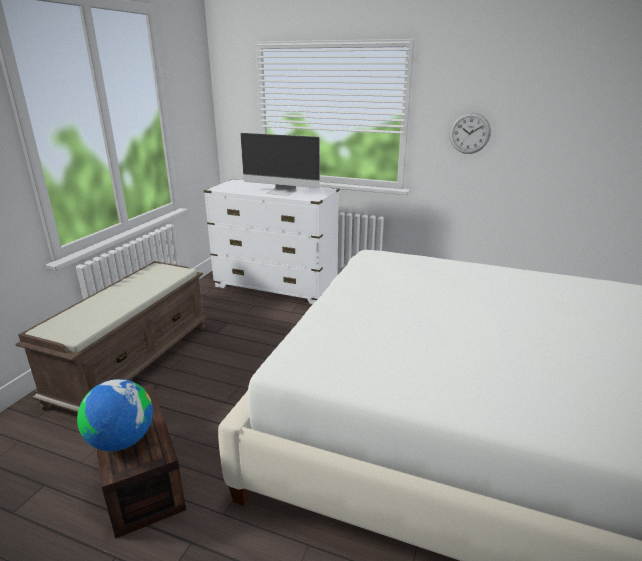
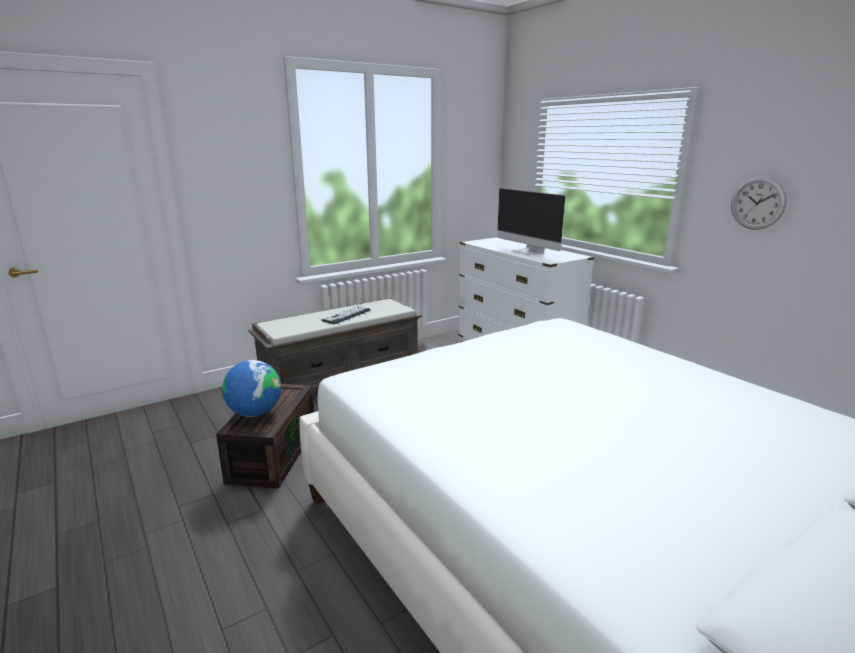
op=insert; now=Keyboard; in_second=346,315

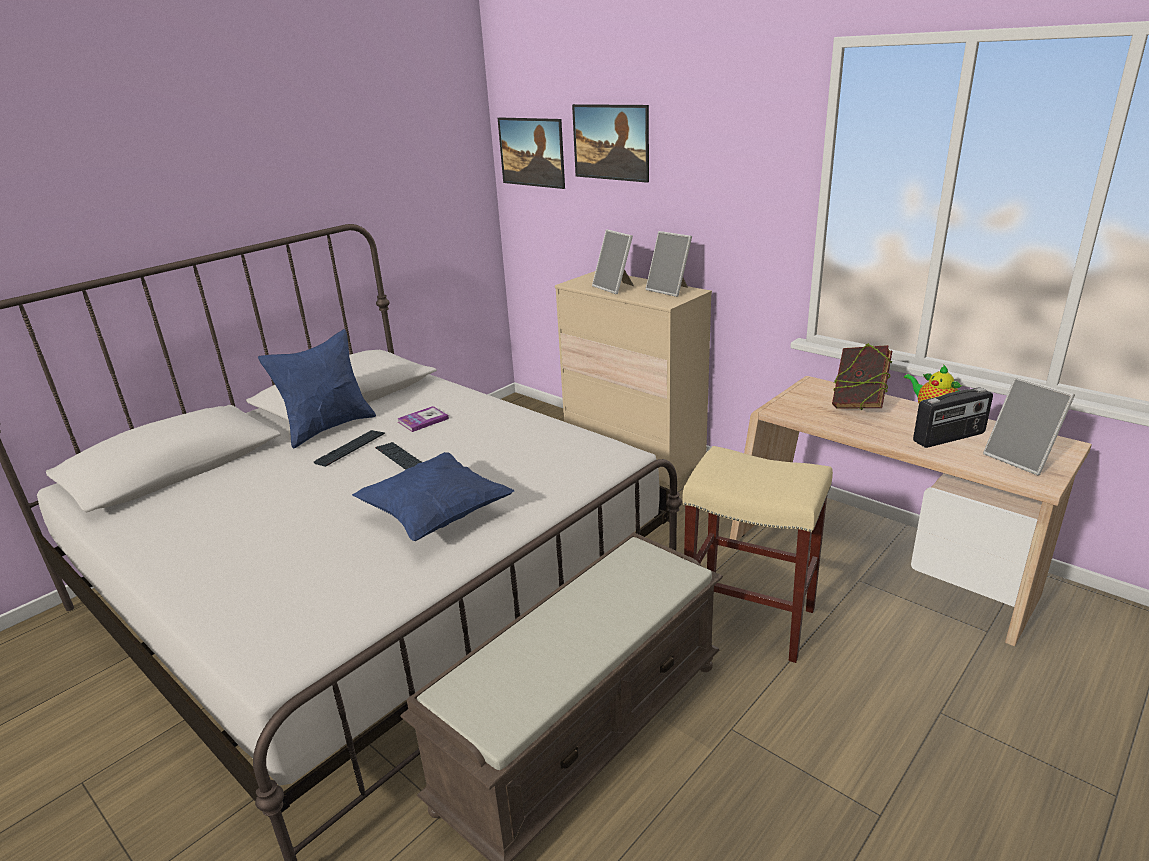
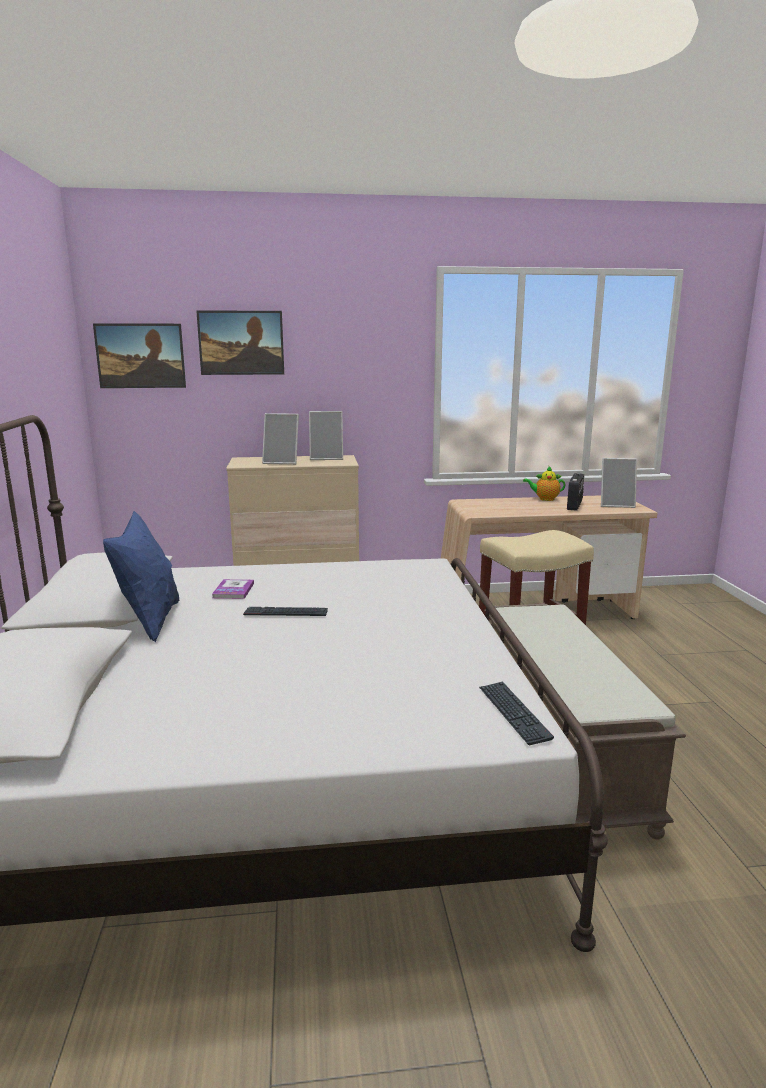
op=delete; was=BlueThrowPillow; in_first=433,496
op=delete; was=Volume; in_first=862,377
op=move; was=Keyboard; in_first=349,448; in_second=516,713

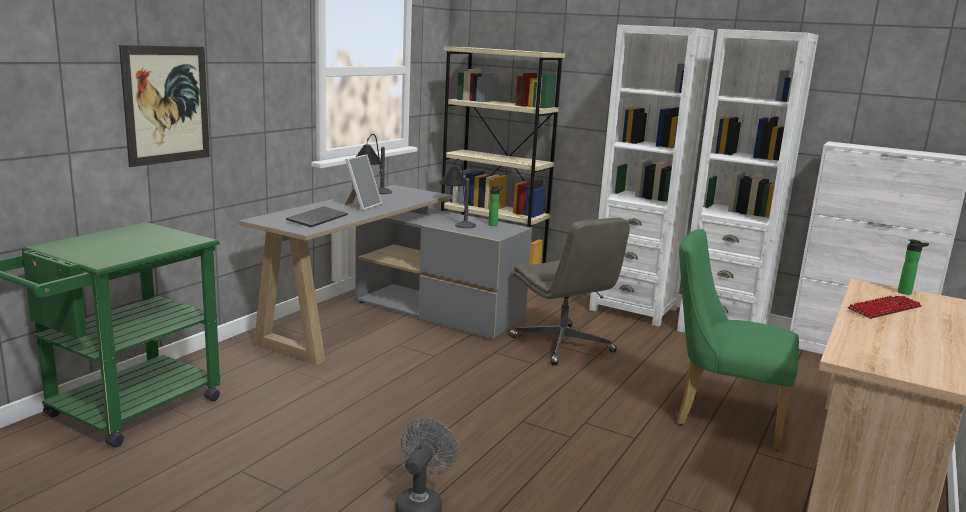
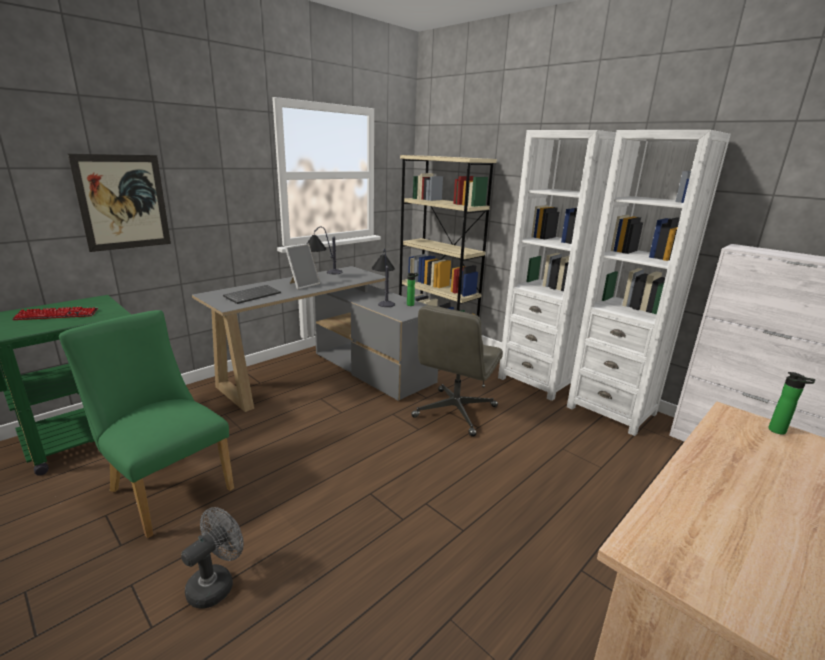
op=move; was=GreenColouredChair; in_first=738,339; in_second=146,424
op=move; was=Keyboard; in_first=885,307; in_second=55,313
op=rotate; was=GreyDeskChair; in_first=569,291; in_second=457,371; clockwise=45

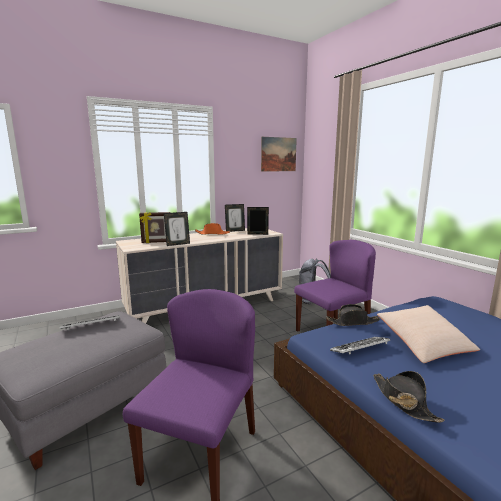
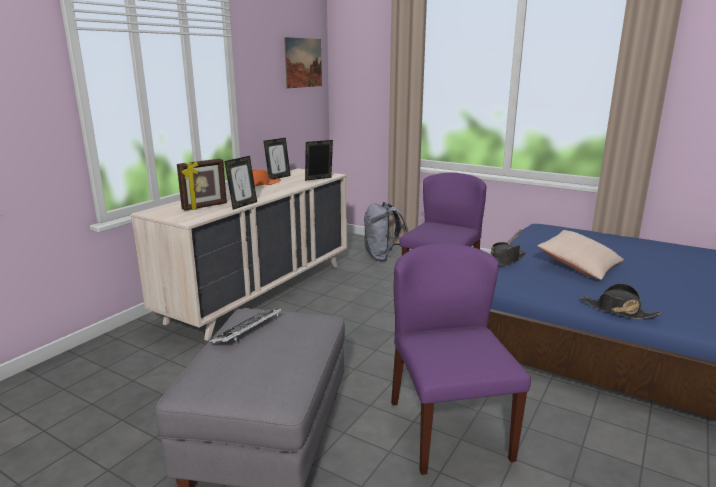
op=delete; was=Keyboard; in_first=360,345

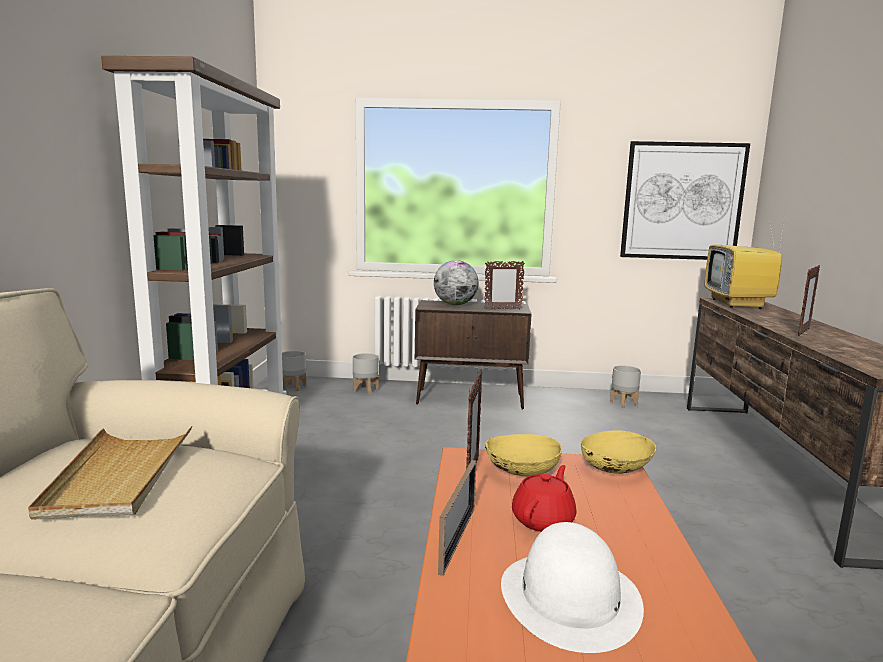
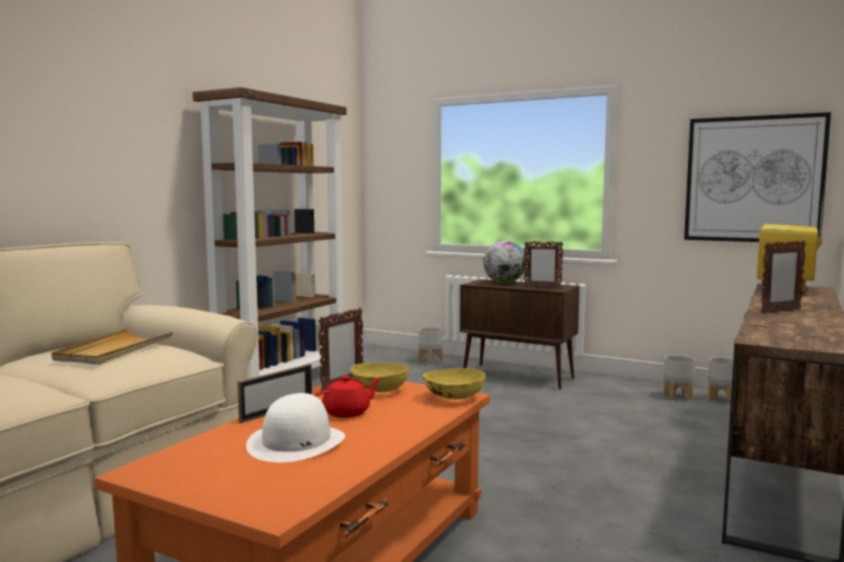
op=move; was=GreyPlantPot; in_first=294,371; in_second=720,380

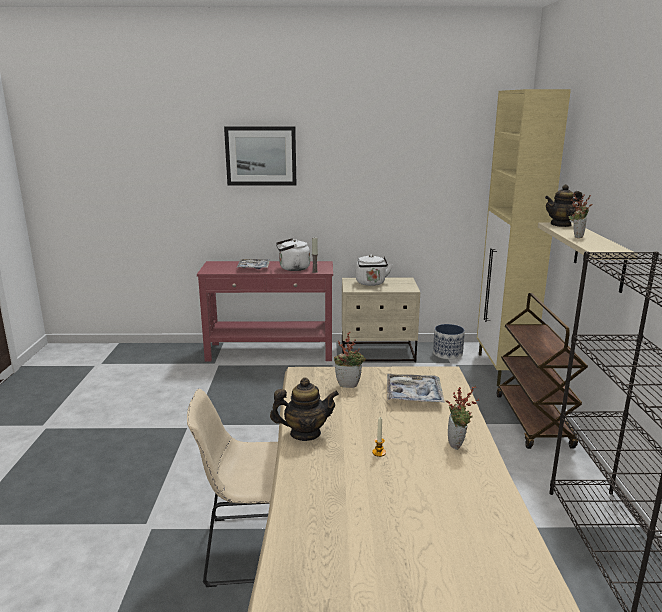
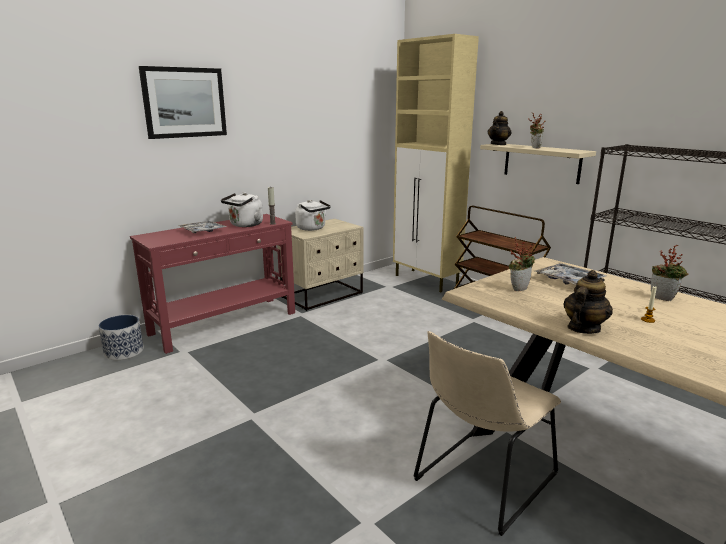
op=move; was=PlantPot; in_first=449,341; in_second=121,337

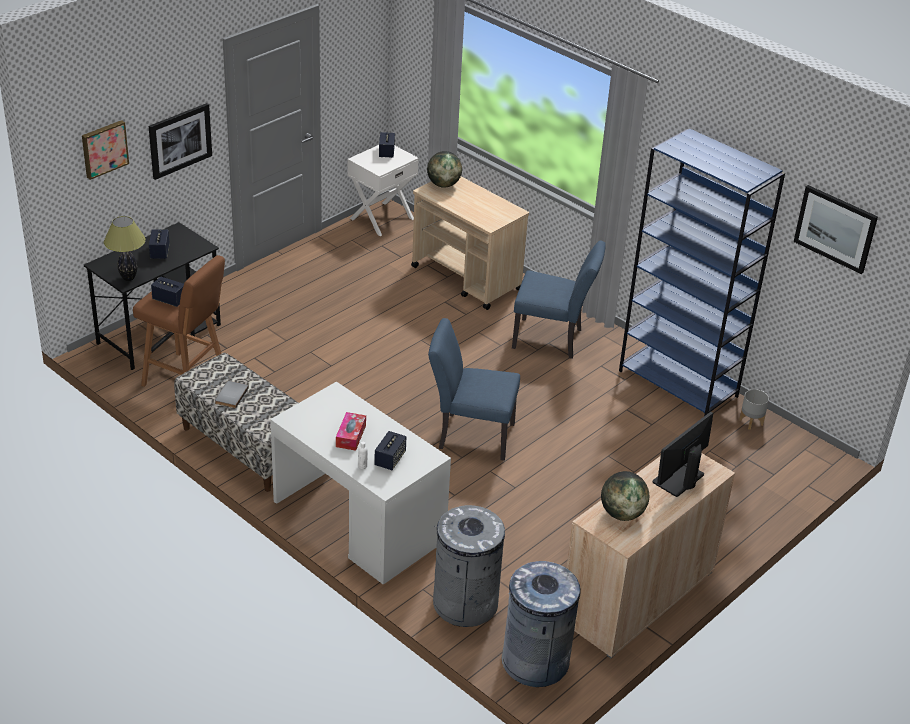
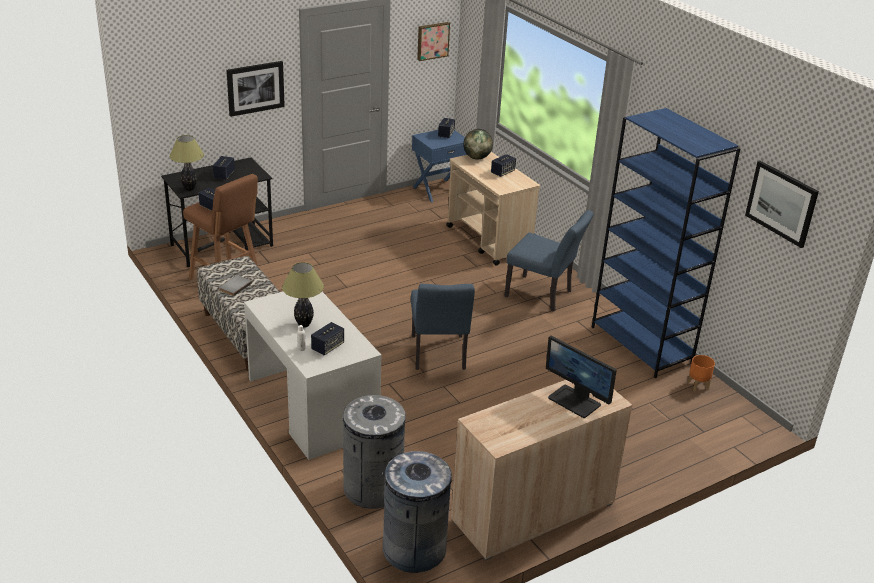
op=delete; was=DeskGlobe; in_first=625,496
op=insert; now=Loudspeaker; in_second=503,165
op=move; was=Picture; in_first=105,150; in_second=433,41
op=replace; was=TissueBox; now=LampForATable; in_first=351,431; in_second=303,295
op=recolor; was=WhiteColouredNightstand; now=BlueNightstand; in_first=383,190; in_second=439,166
op=recolor; was=GreyPlantPot; now=OrangeyPlantPot; in_first=754,409; in_second=701,373
op=rotate; was=BlueChair; in_first=474,389; in_second=443,327; clockwise=-120
op=rotate; was=Monitor; in_first=683,454; in_second=581,377; clockwise=-105

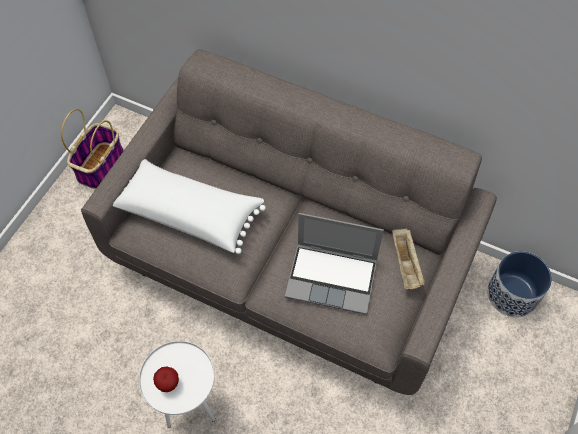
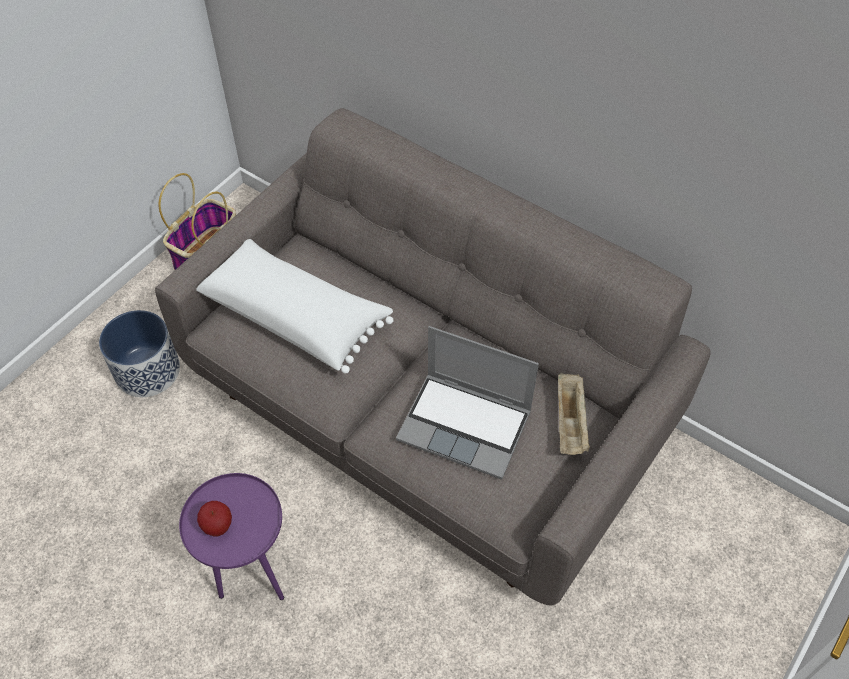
op=move; was=PlantPot; in_first=519,284; in_second=139,353
op=recolor; was=WhiteColouredAccentTable; now=PurplishAccentTable; in_first=177,384; in_second=231,536

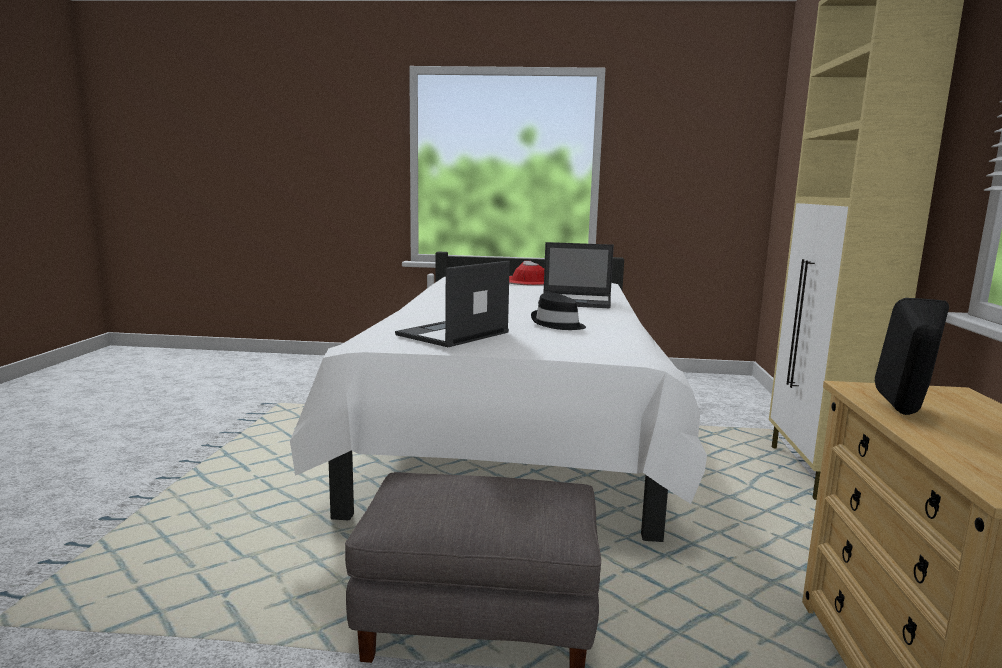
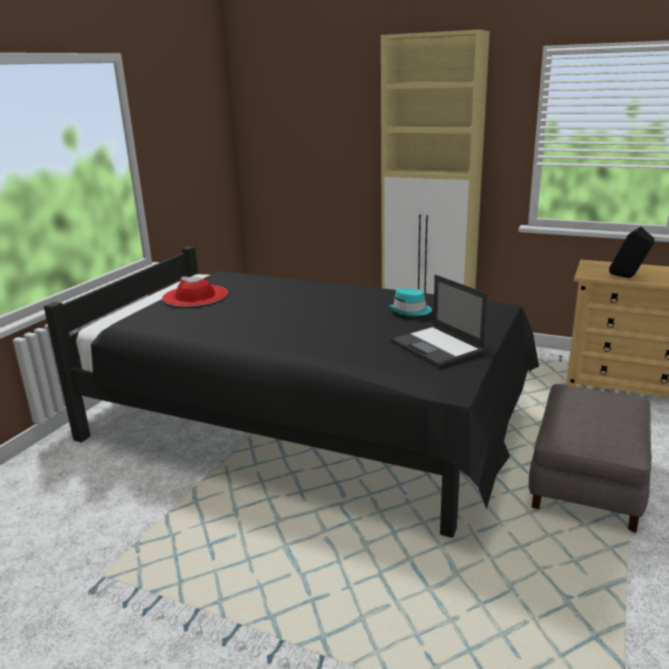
op=delete; was=PortableComputer; in_first=576,275
op=recolor; was=WhiteColouredBedroomBed; now=BlackColouredBedroomBed; in_first=498,397; in_second=291,392
op=recolor; was=BlackColouredWearableHat; now=TurquoiseColouredWearableHat; in_first=558,311; in_second=410,302

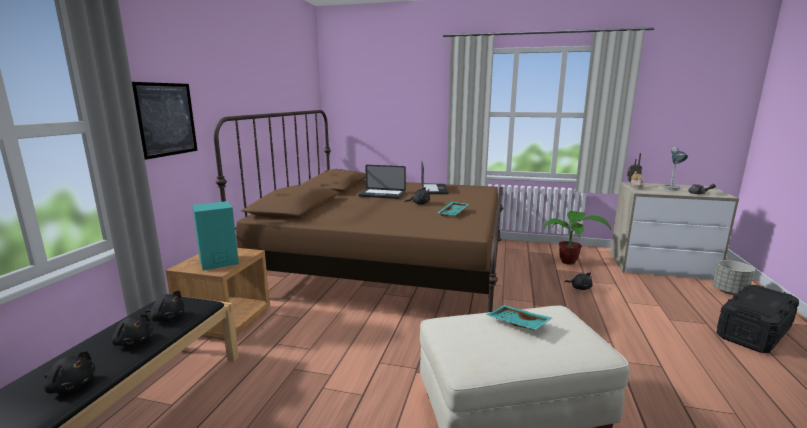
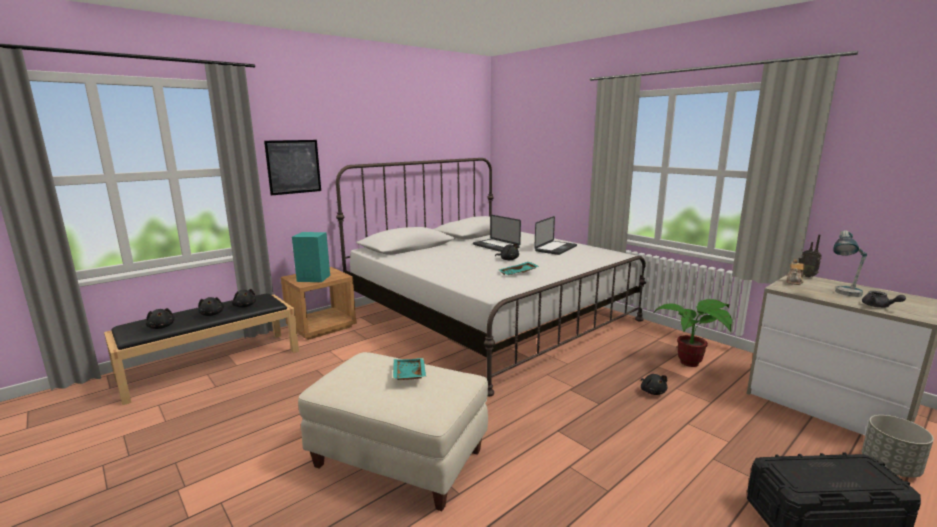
op=recolor; was=BrownColouredBedroomBed; now=WhiteColouredBedroomBed; in_first=358,211; in_second=491,277

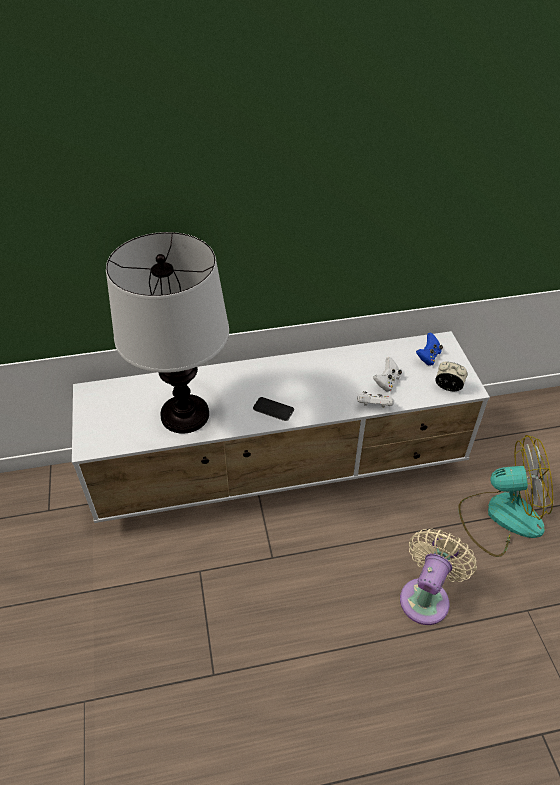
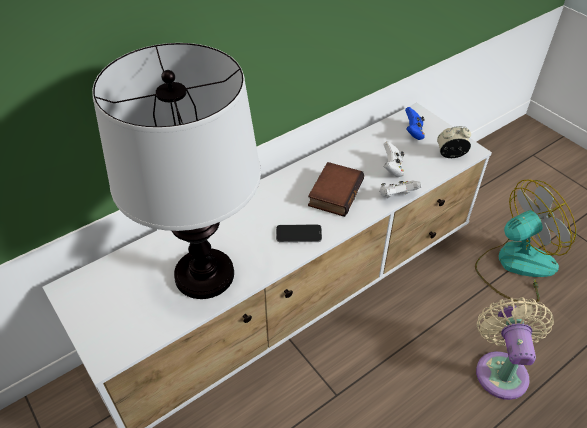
op=insert; now=Volume; in_second=336,189

